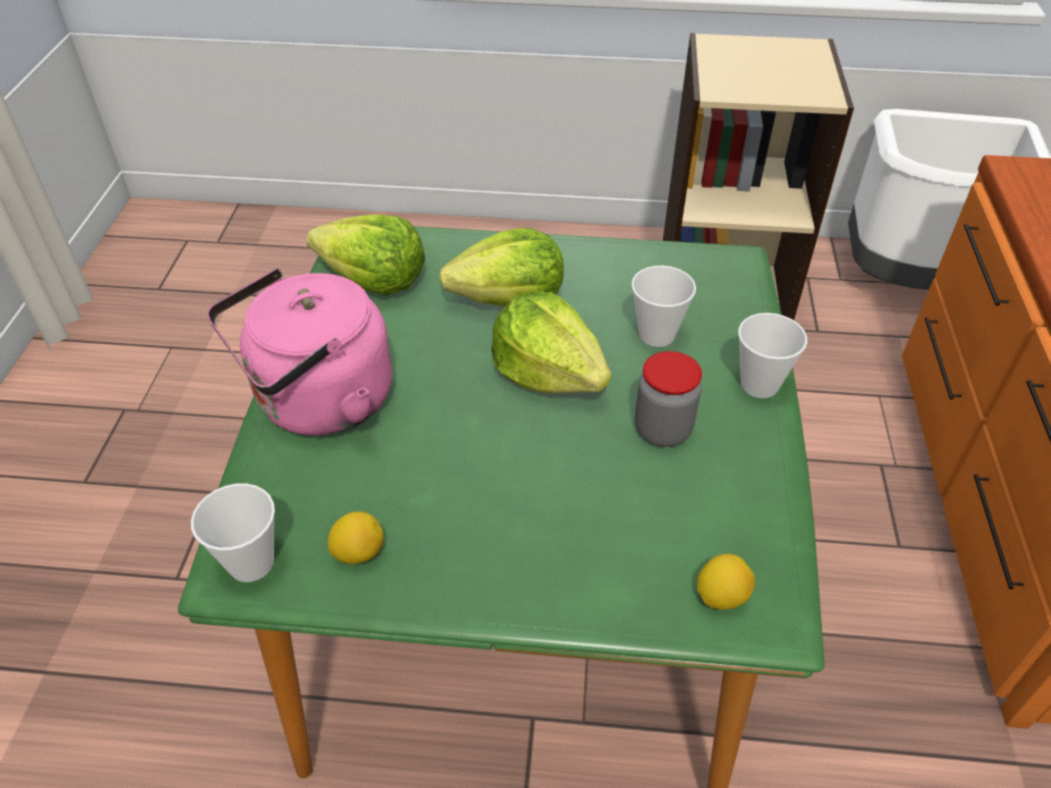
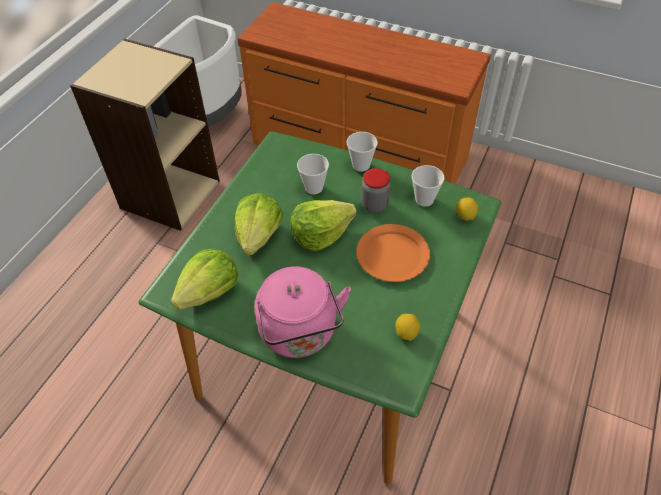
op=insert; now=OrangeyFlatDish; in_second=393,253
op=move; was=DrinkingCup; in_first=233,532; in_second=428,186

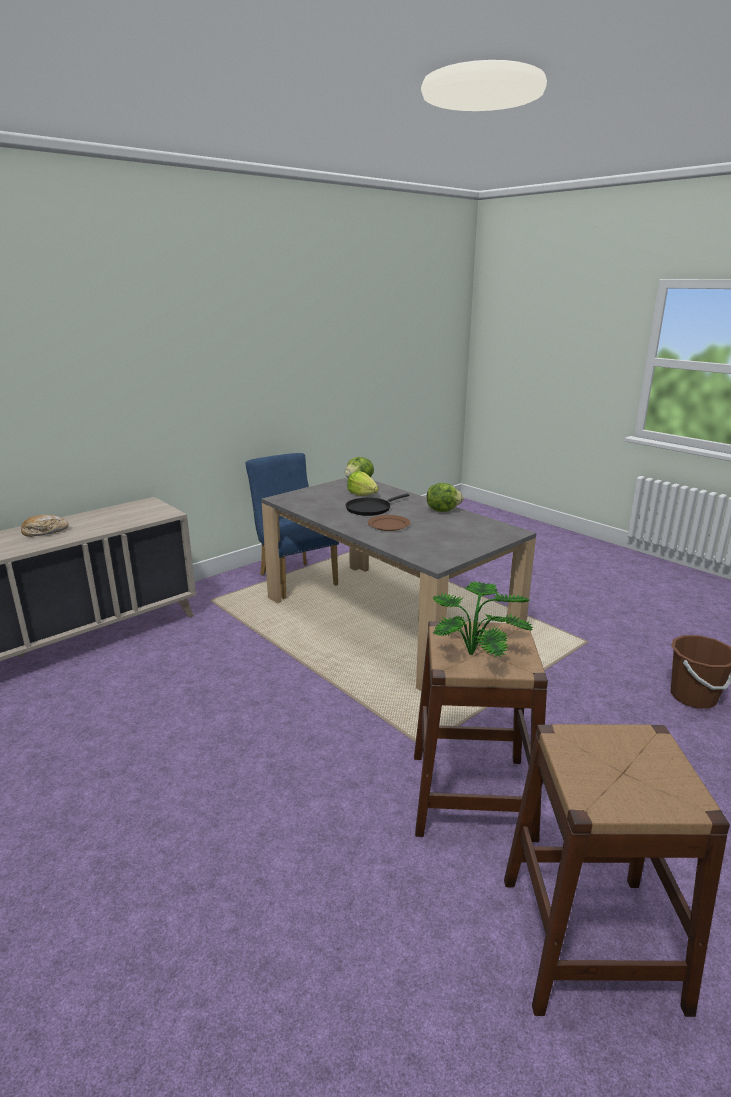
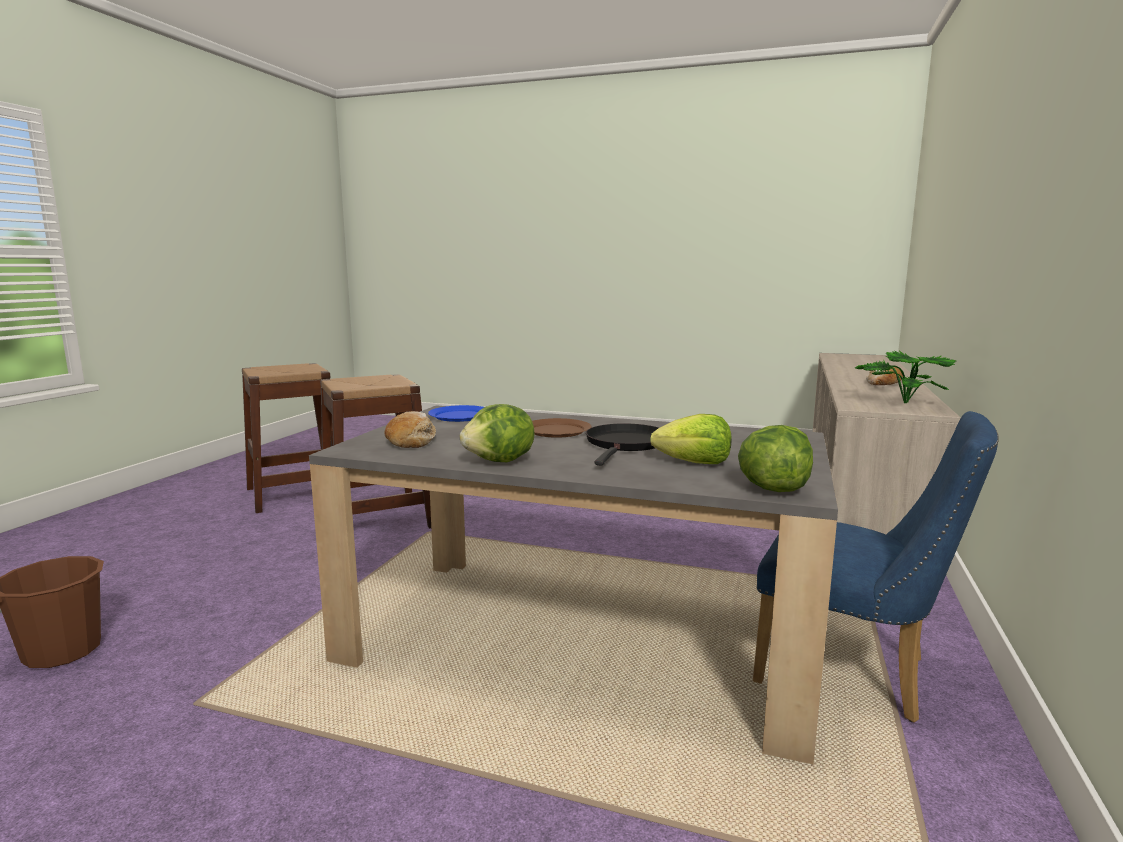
op=insert; now=Bread; in_second=410,429
op=insert; now=BlueFlatDish; in_second=456,413
op=move; was=PlantInAPot; in_first=483,619; in_second=905,376

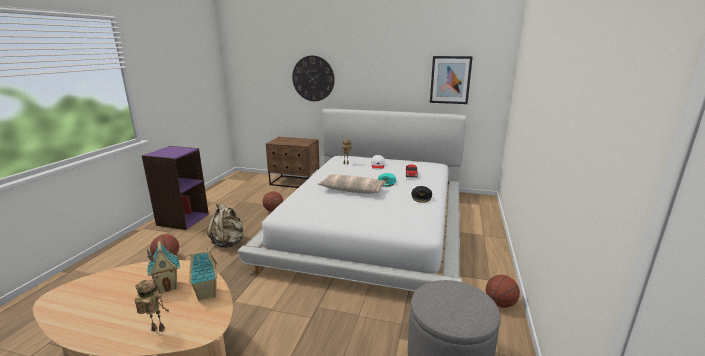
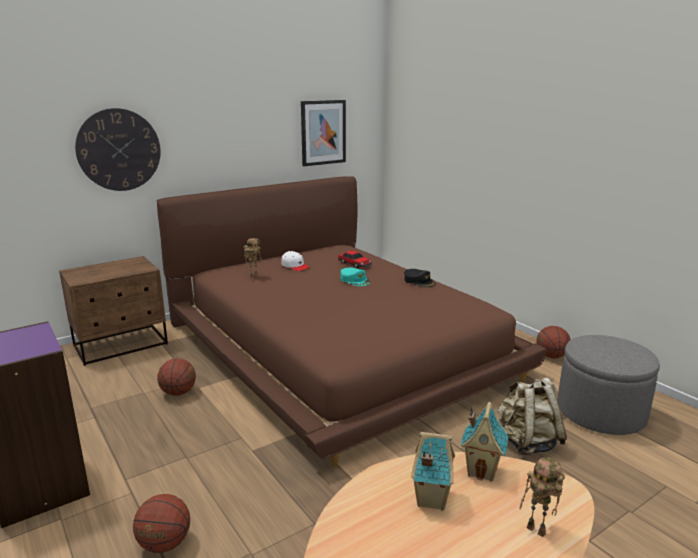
op=delete; was=ThrowPillow; in_first=352,184
op=move; was=BeigeKnapsack; in_first=225,225; in_second=532,416
op=recolor; was=WhiteColouredBedroomBed; now=BrownColouredBedroomBed; in_first=352,200; in_second=352,321
op=rotate; was=ToyRobot; in_first=151,306; in_second=542,497; clockwise=-90

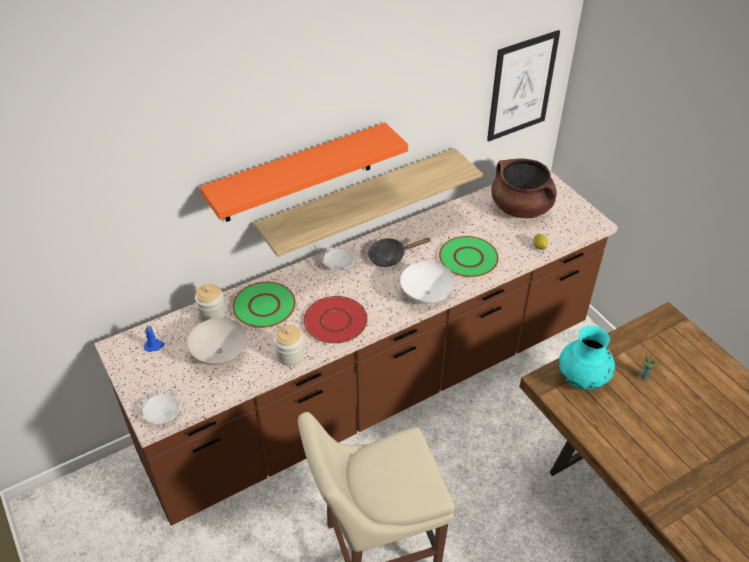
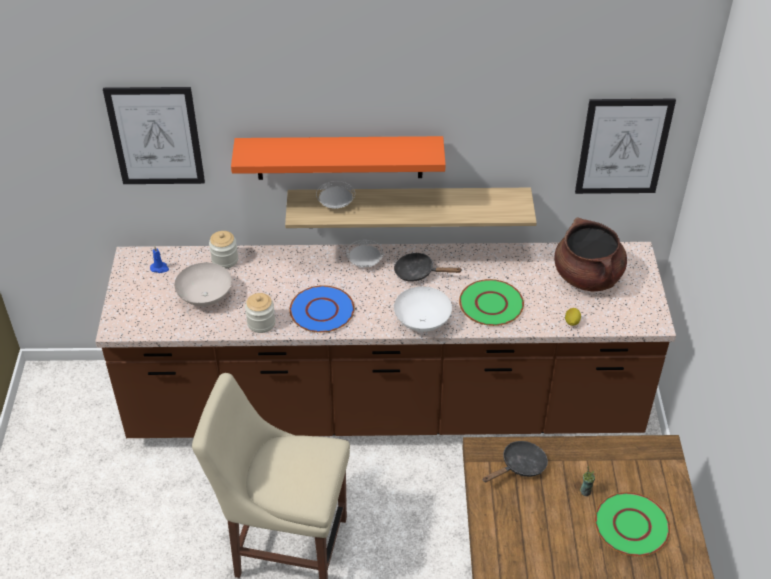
op=insert; now=Picture; in_second=154,135
op=move; was=WhiteColouredFlatDish; in_first=160,406; in_second=335,195
op=move; was=GreenColouredFlatDish; in_first=264,305; in_second=632,524
op=replace; was=TurquoiseColouredVase; now=BlackColouredFryingPan; in_first=587,358; in_second=515,461
op=recolor; was=RedFlatDish; now=BlueFlatDish; in_first=335,320; in_second=322,309

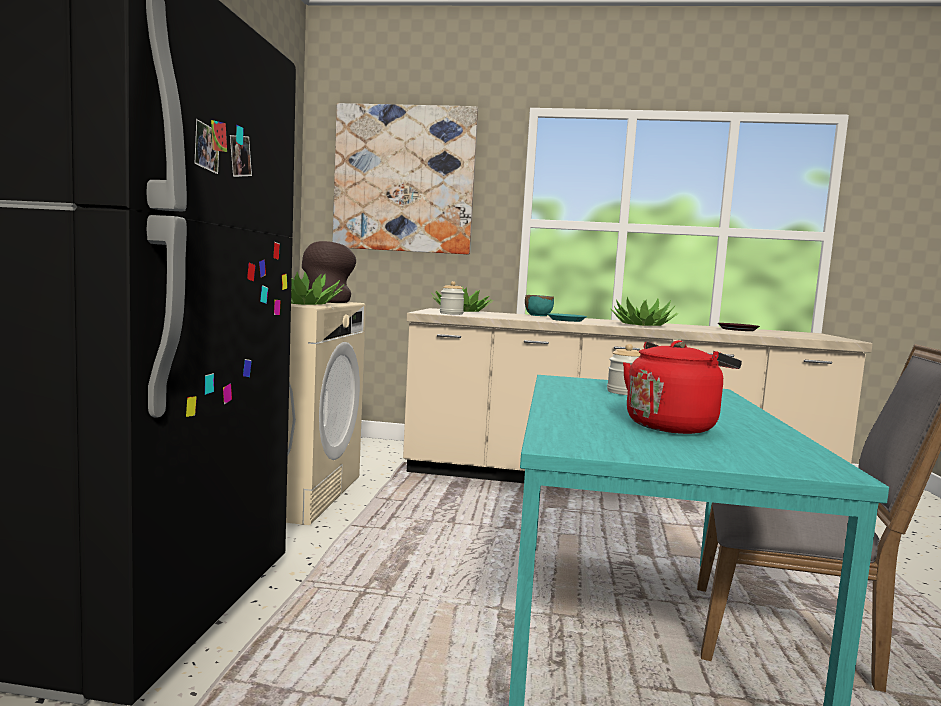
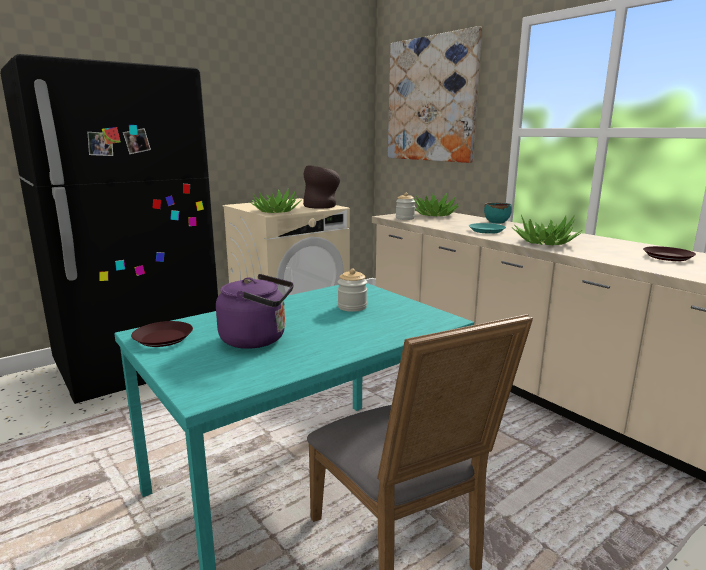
op=insert; now=BrownColouredFlatDish; in_second=162,334
op=recolor; was=RedWaterKettle; now=PurplishWaterKettle; in_first=682,387; in_second=255,311

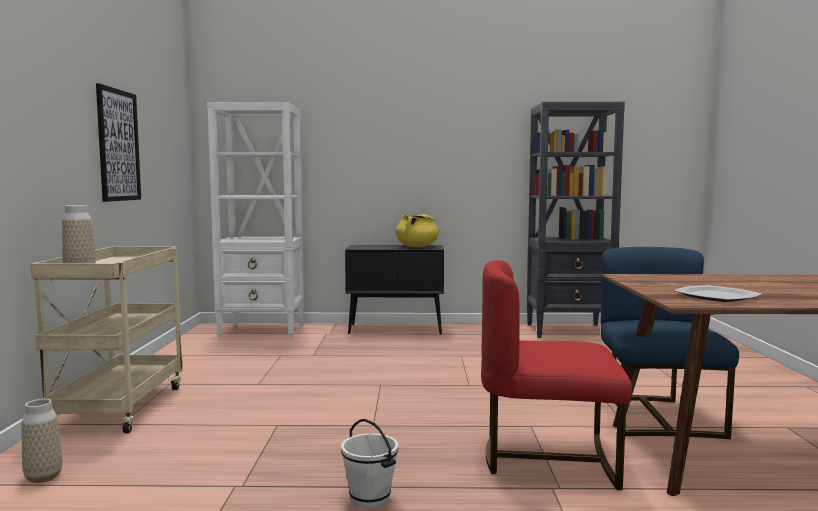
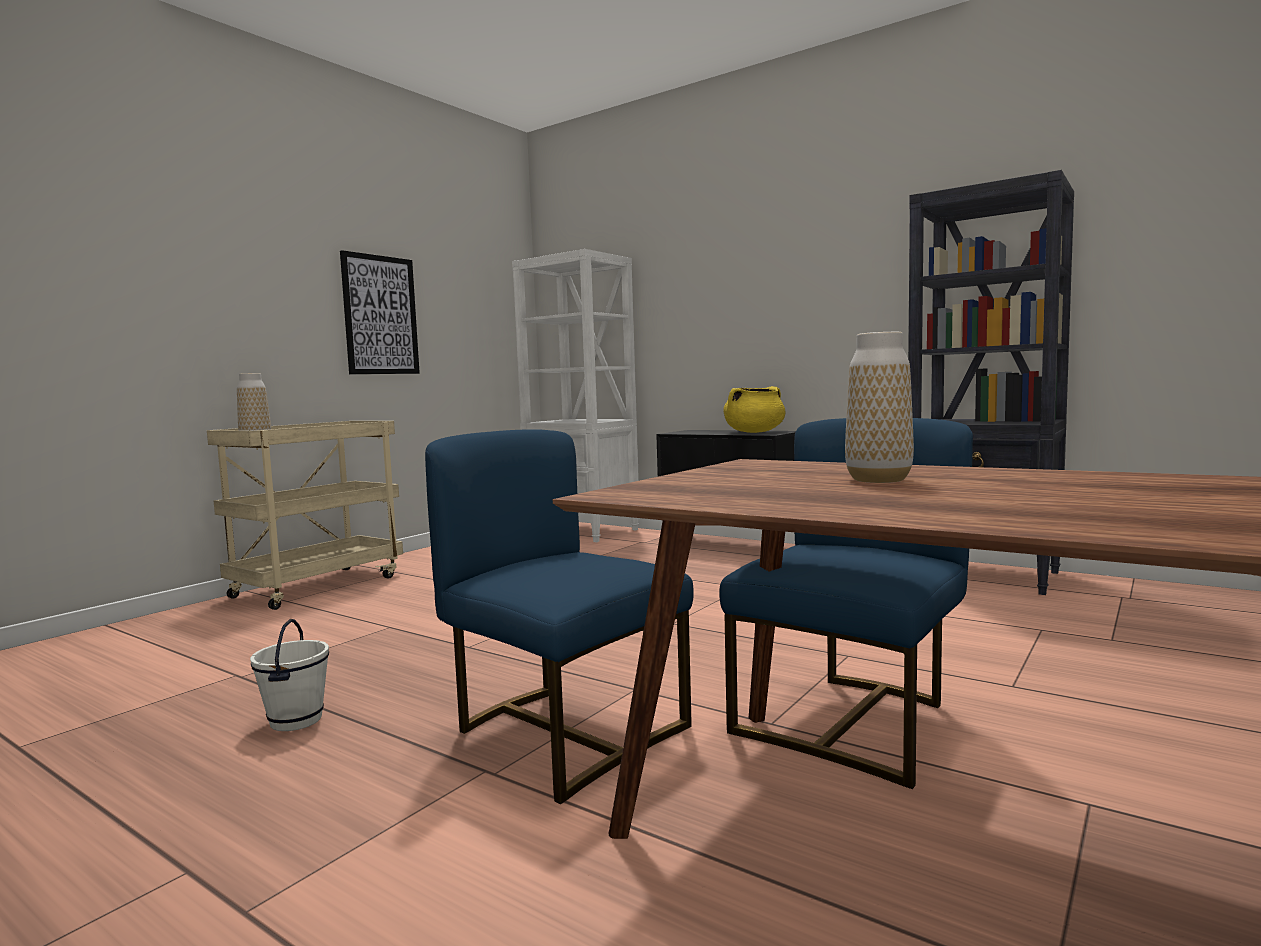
op=delete; was=FlatDish; in_first=718,293
op=move; was=Vase; in_first=42,441; in_second=879,407
op=recolor; was=RedChair; now=BlueChair; in_first=556,375; in_second=559,616

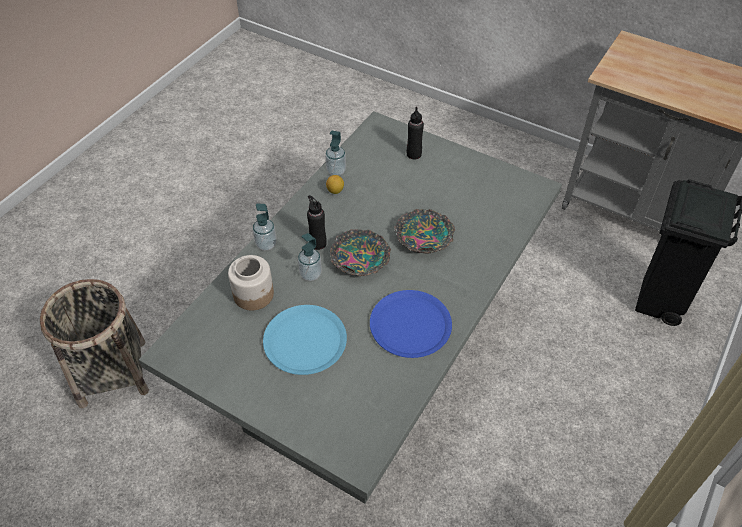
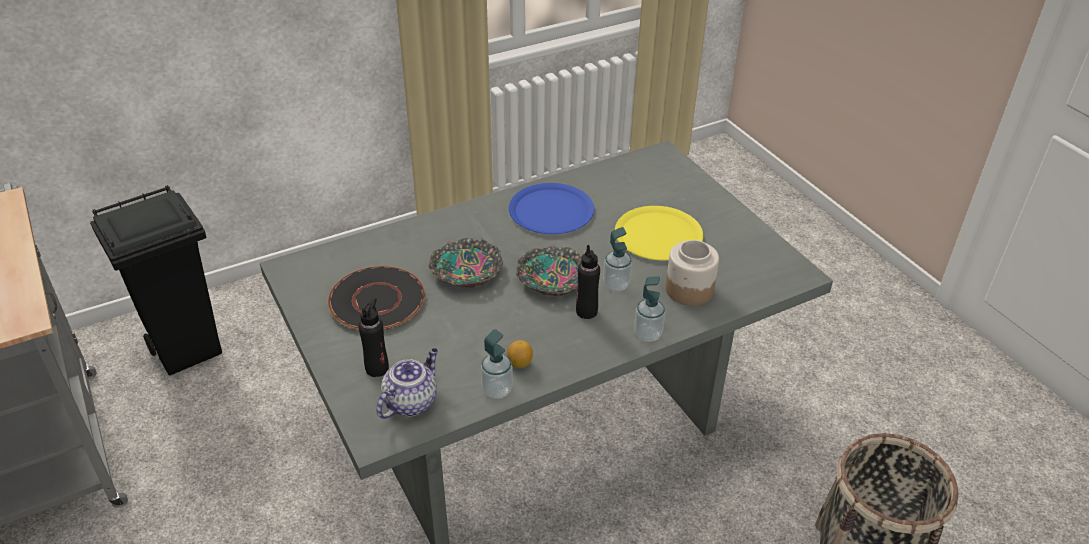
op=insert; now=BlackColouredFlatDish; in_second=376,298
op=insert; now=Teapot; in_second=407,383
op=recolor; was=BlueFlatDish; now=YellowColouredFlatDish; in_first=305,340; in_second=659,233

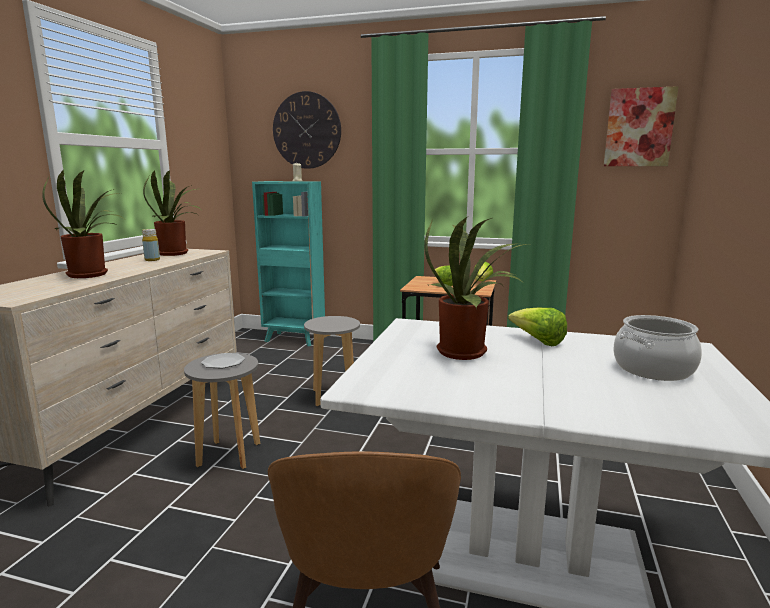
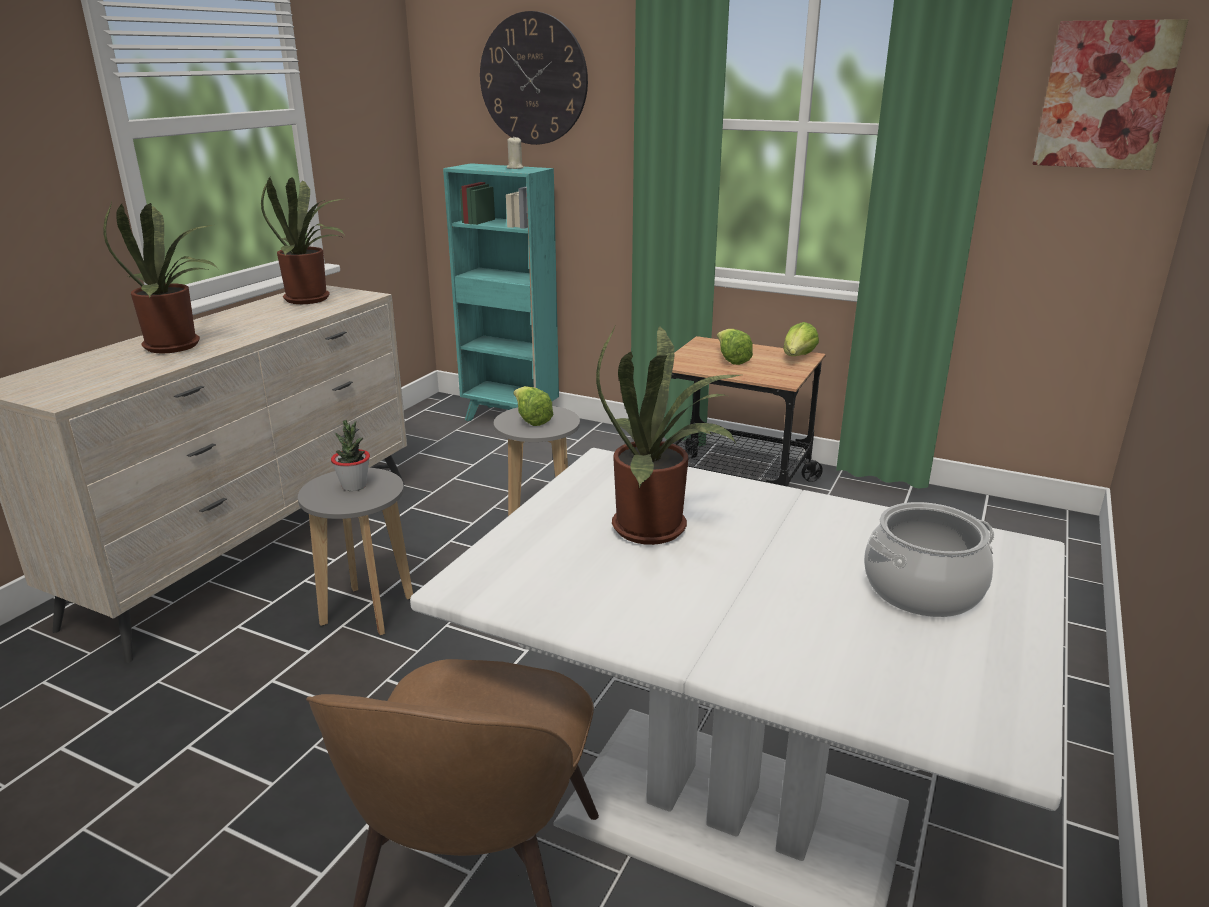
op=delete; was=YellowColouredBeverageBottle; in_first=151,245
op=move; was=Lettuce; in_first=537,326; in_second=534,406
op=replace; was=FlatDish; now=PlantInAPot; in_first=223,360; in_second=350,455

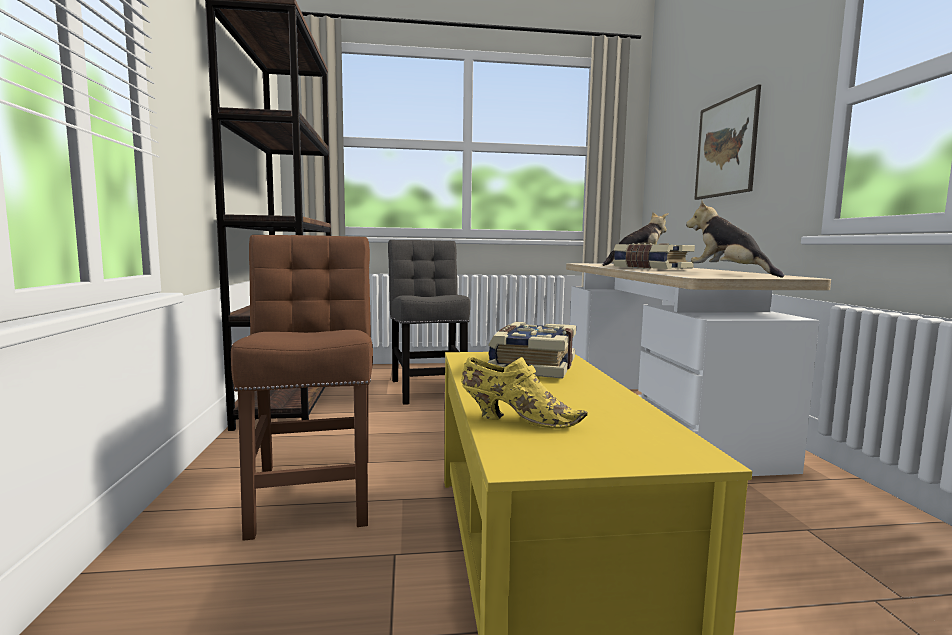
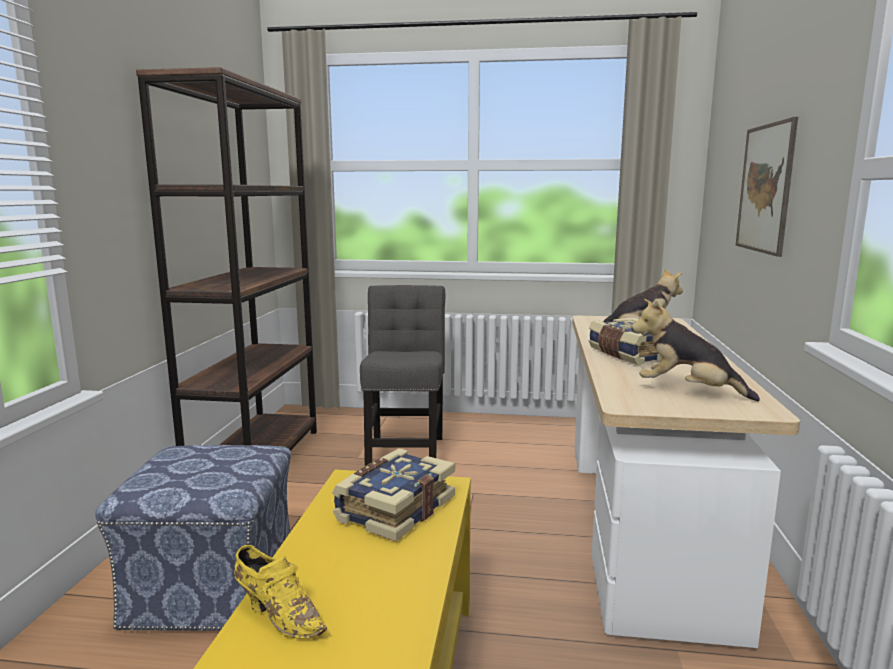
op=replace; was=BrownColouredChair; now=Pouffe; in_first=302,388; in_second=193,538
op=rotate; was=PlushToy; in_first=735,238; in_second=695,350; clockwise=-45

